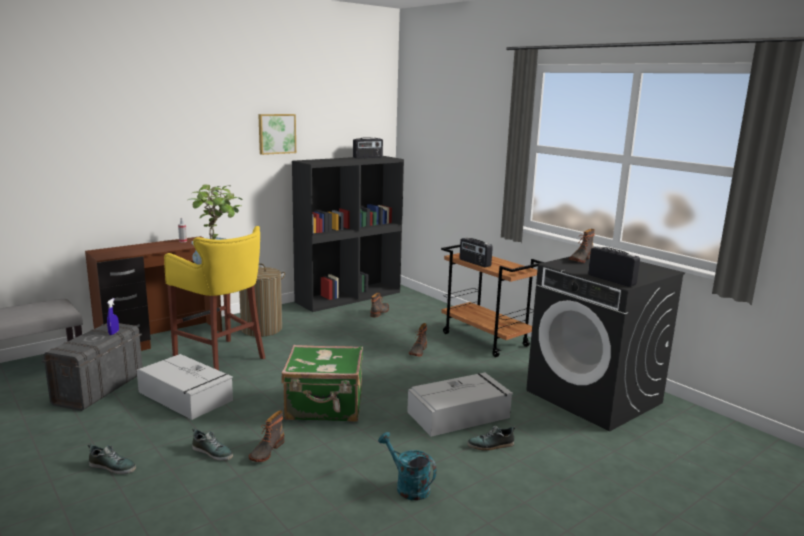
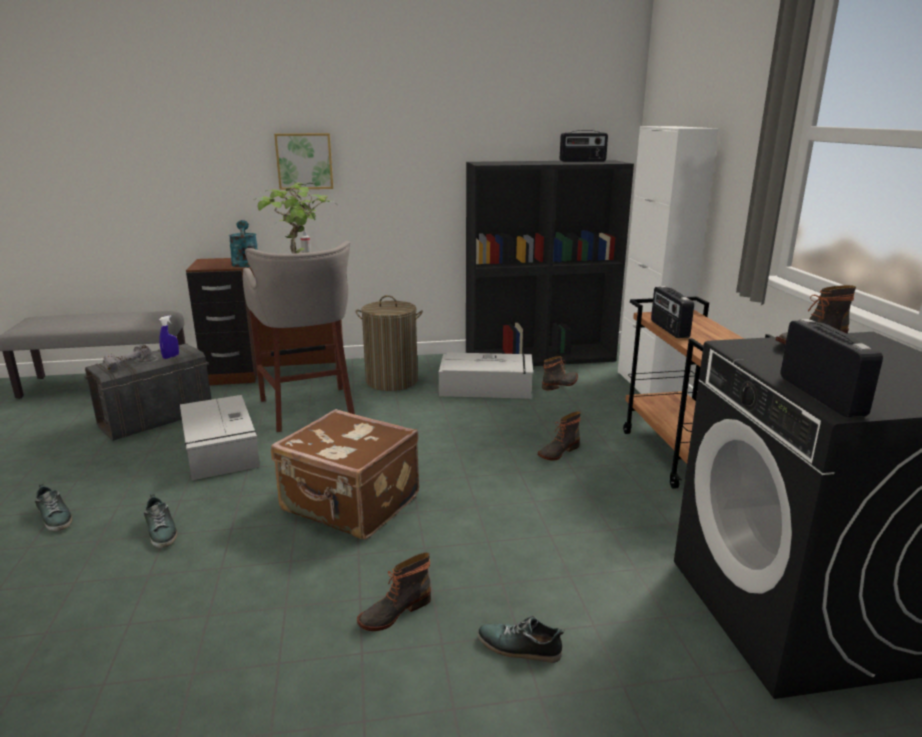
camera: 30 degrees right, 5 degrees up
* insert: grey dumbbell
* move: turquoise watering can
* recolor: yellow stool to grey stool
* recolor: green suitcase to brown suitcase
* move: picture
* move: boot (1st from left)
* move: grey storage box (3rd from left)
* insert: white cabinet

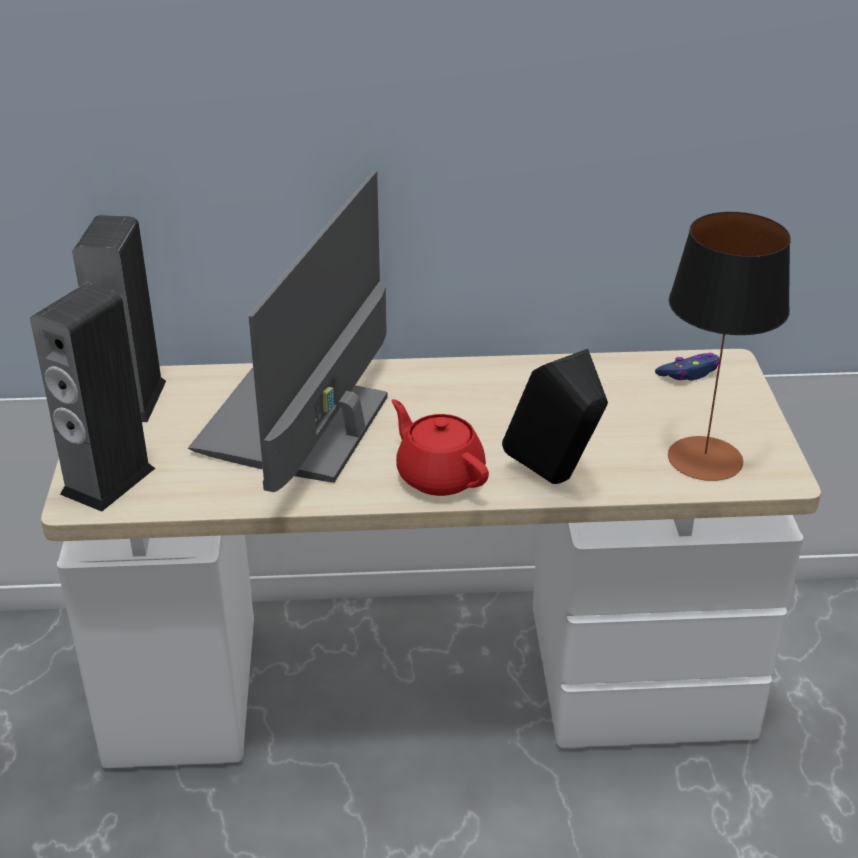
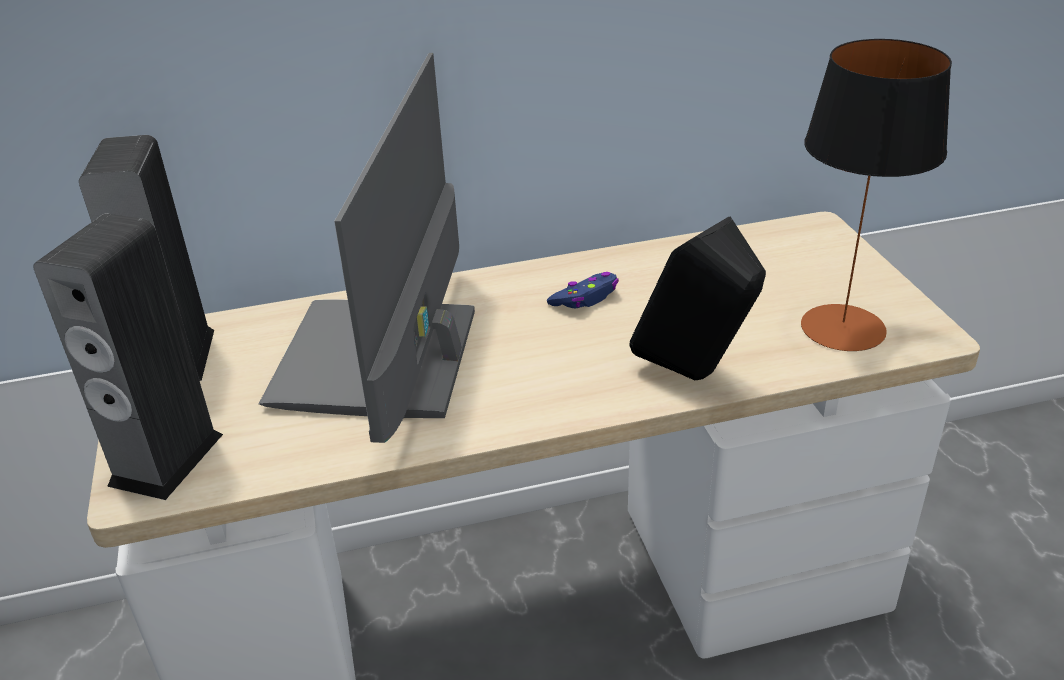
camera: 10 degrees left, 0 degrees up
* move: blue game controller
* delete: red teapot

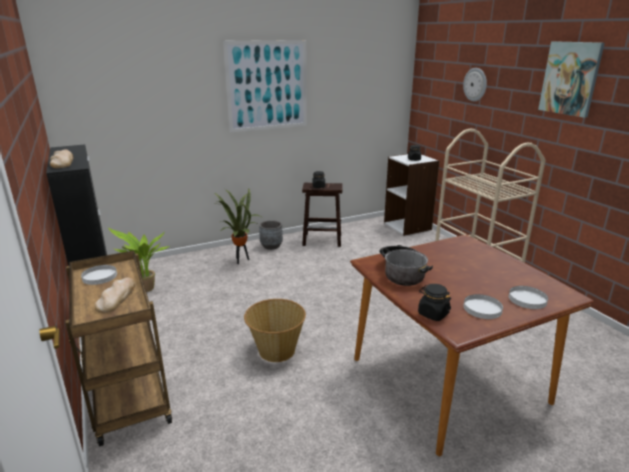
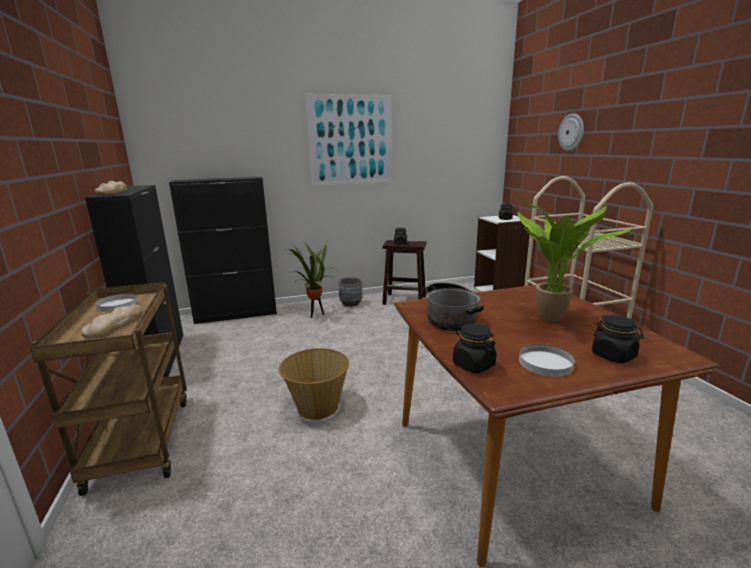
camera: 10 degrees right, 5 degrees down
* insert: black cabinet (2nd from left)
* move: potted plant (1st from left in the first image) to potted plant (2nd from left)
* replace: white plate (3rd from left) to black jar (4th from left)
* delete: picture (2nd from left)

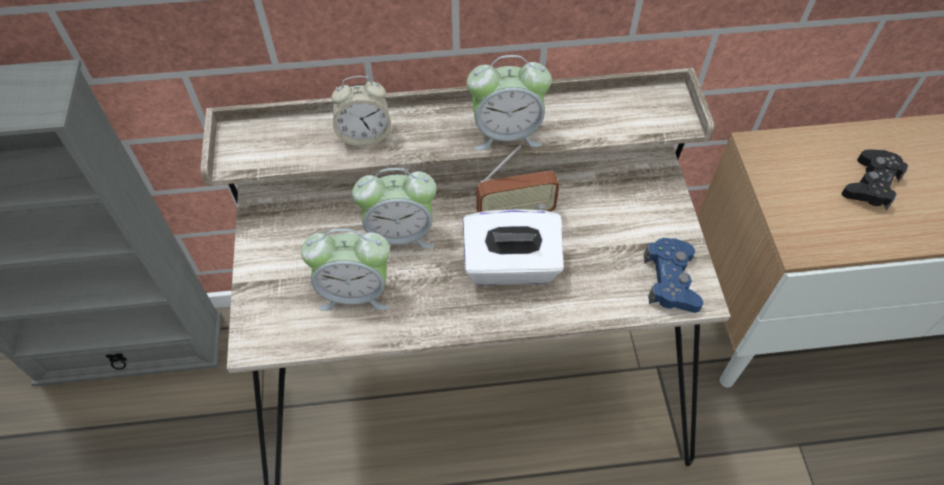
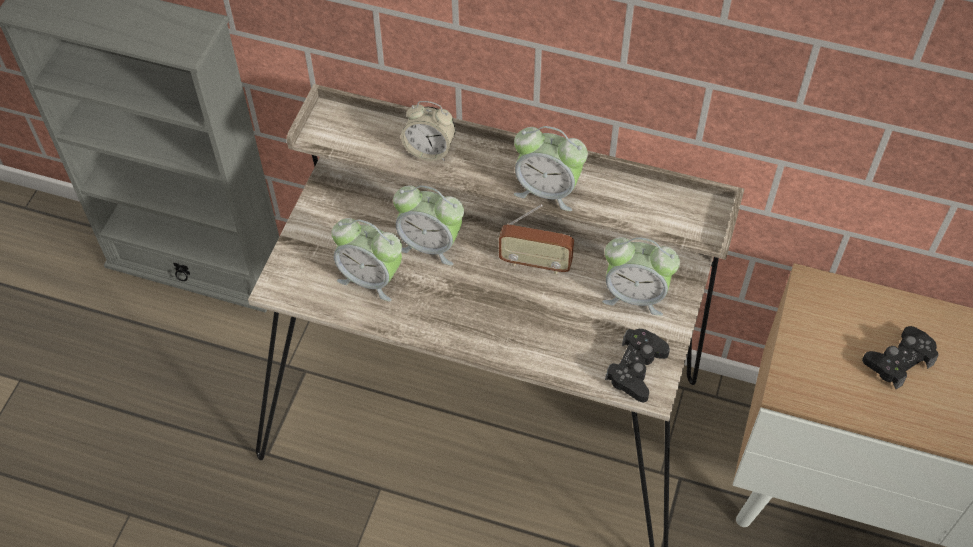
camera: 25 degrees right, 0 degrees up
* insert: alarm clock (5th from left)
* recolor: blue game controller to black game controller (1st from left)
* delete: white tissue box

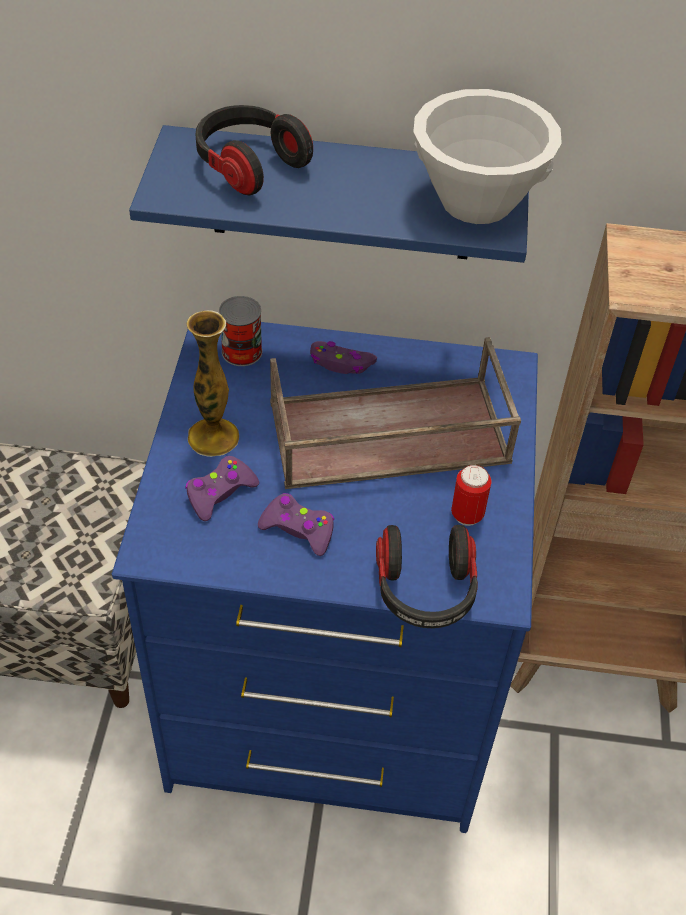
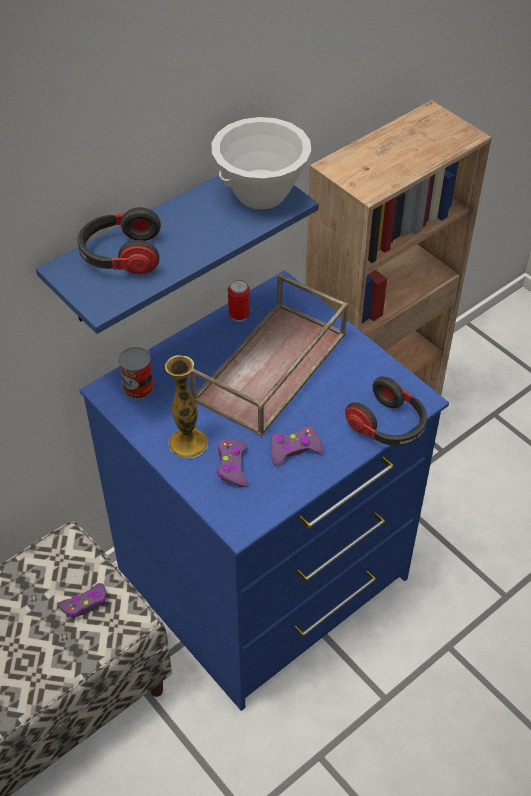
camera: 45 degrees left, 0 degrees up
* move: purple game controller (3rd from left in the first image) to purple game controller (1st from left)
* move: can (2nd from left)

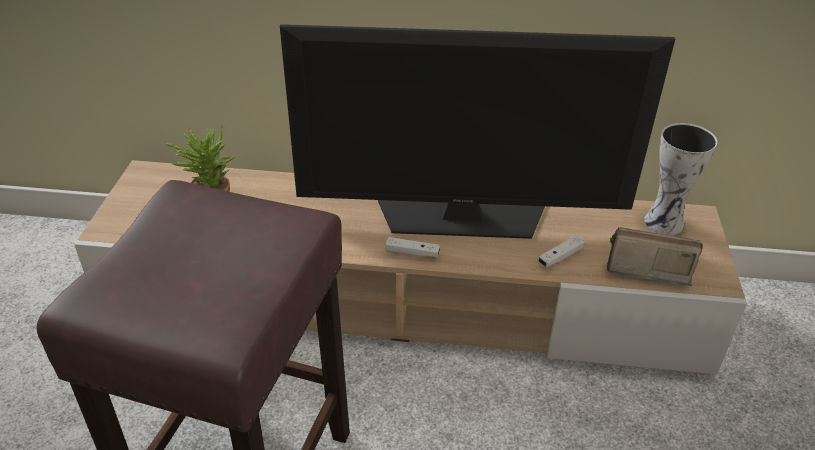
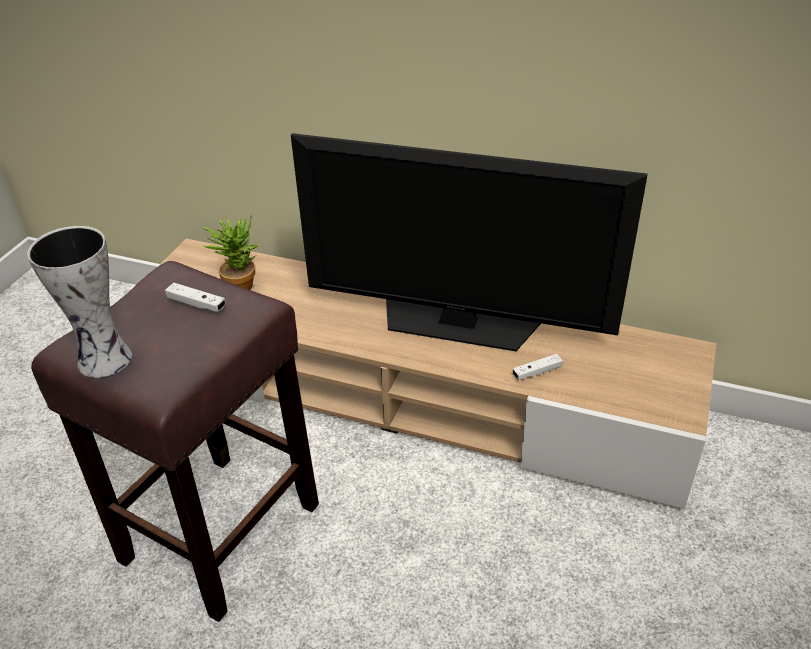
camera: 15 degrees right, 0 degrees up
* move: vase
* move: white game controller (1st from left)
* delete: radio

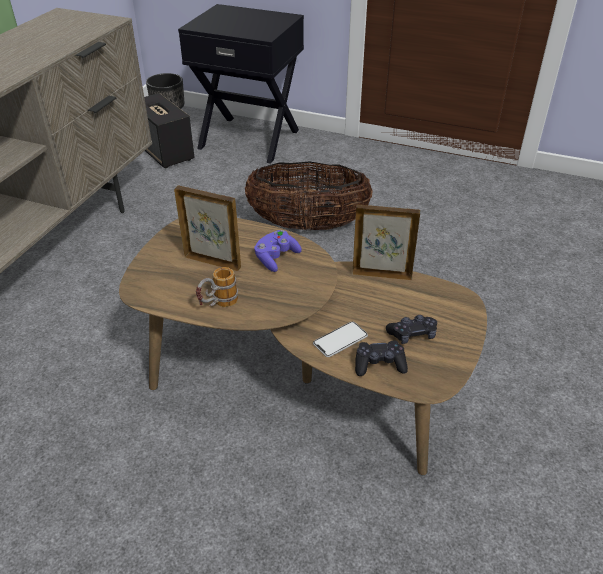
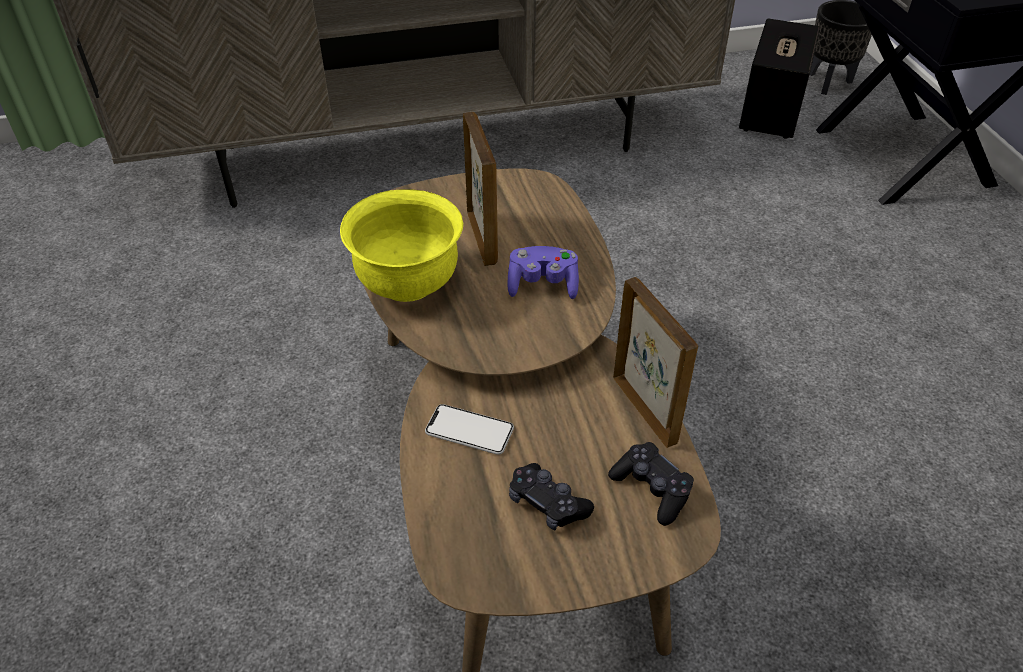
camera: 55 degrees right, 5 degrees up
* replace: mug to yellow bowl
* move: black game controller (1st from left in the first image) to black game controller (2nd from left)
* delete: basket

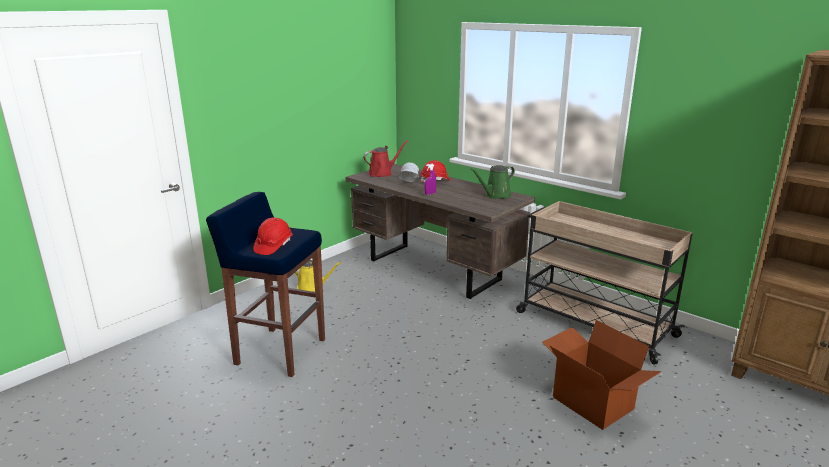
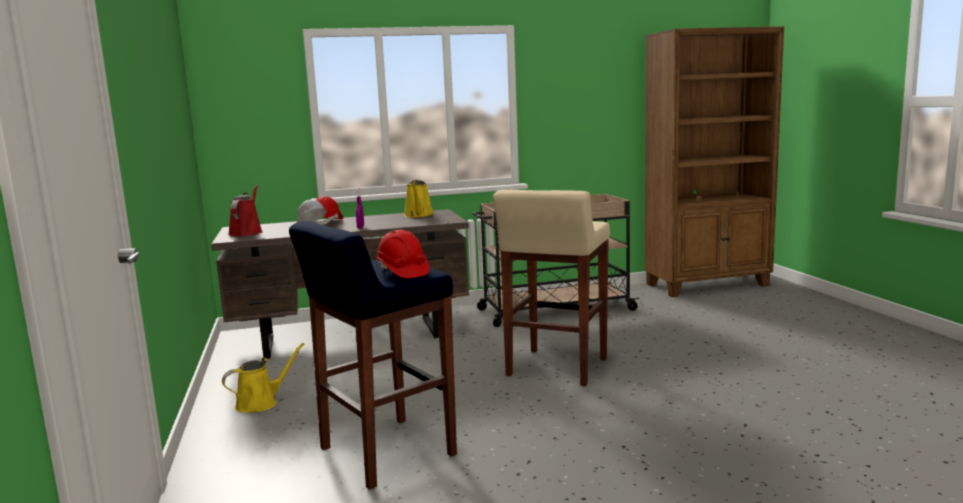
camera: 55 degrees left, 10 degrees down
* recolor: green watering can to yellow watering can (2nd from left)
* insert: beige stool
* delete: cardboard box

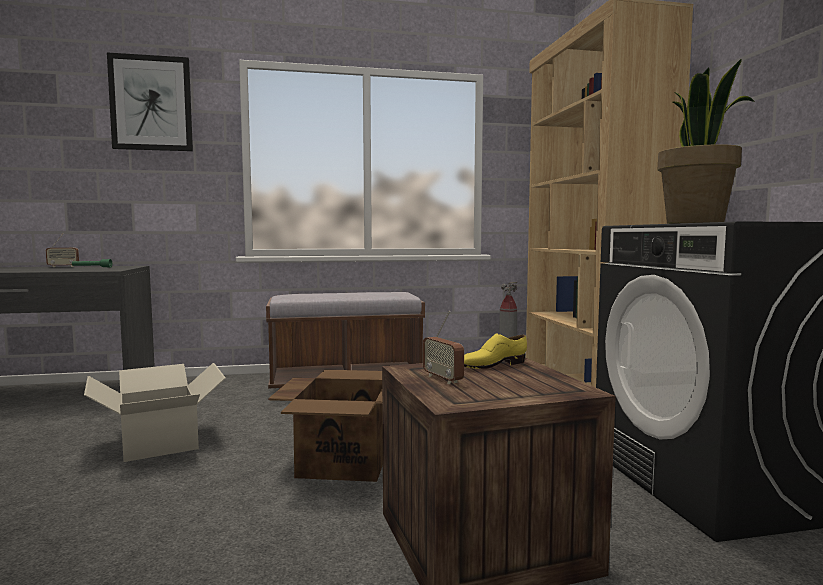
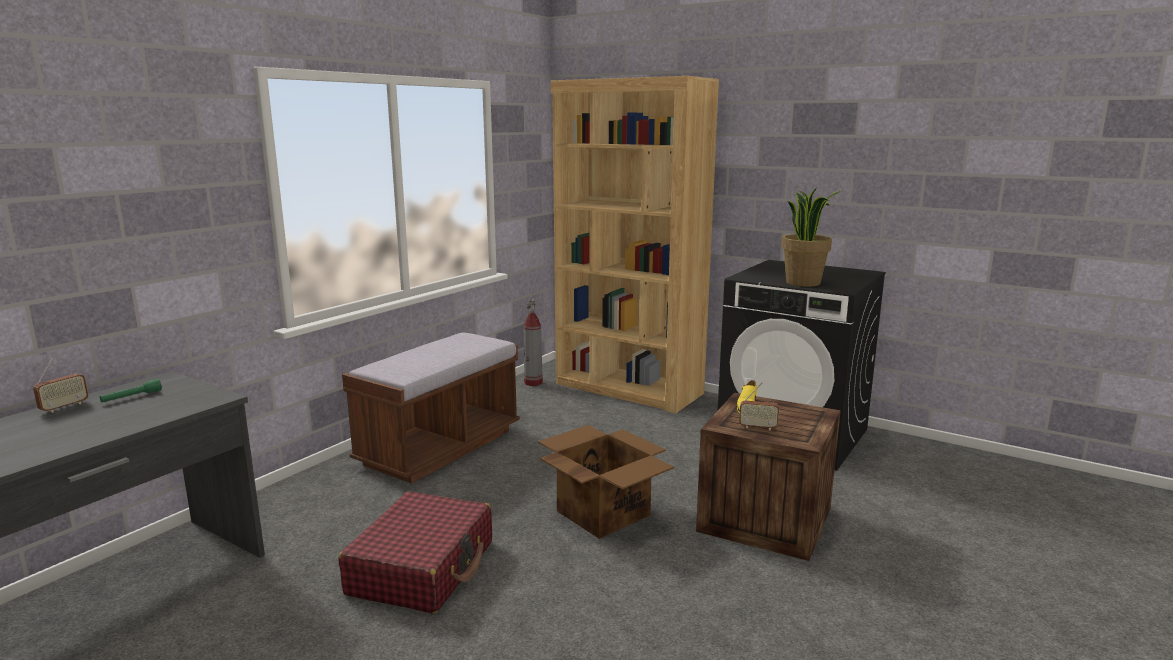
camera: 45 degrees left, 10 degrees up
* replace: cardboard box (1st from left) to red suitcase
* delete: picture

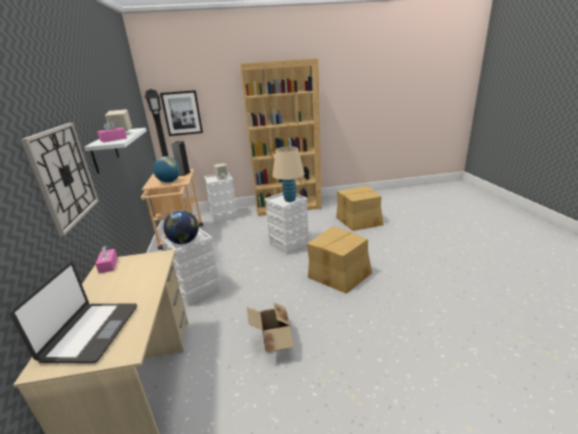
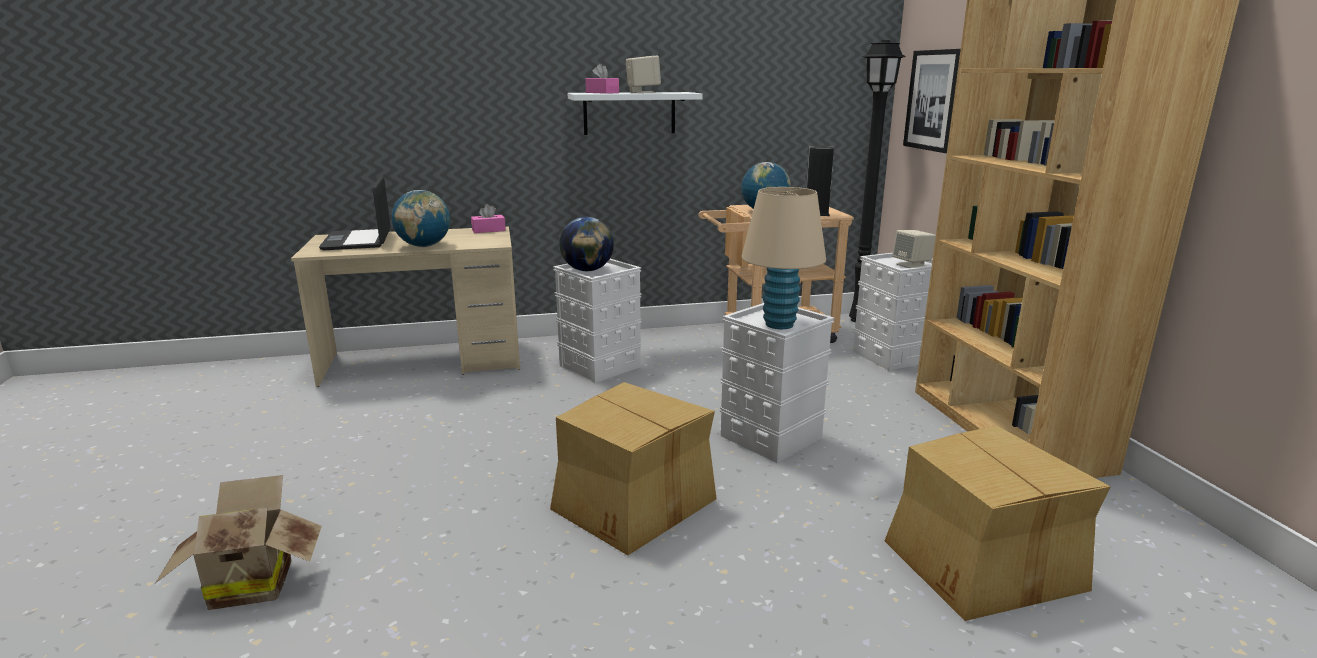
camera: 85 degrees right, 5 degrees down
* move: cardboard box (1st from left)
* rotate: laptop 75 degrees clockwise
* insert: globe (1st from left)
* delete: wall clock

